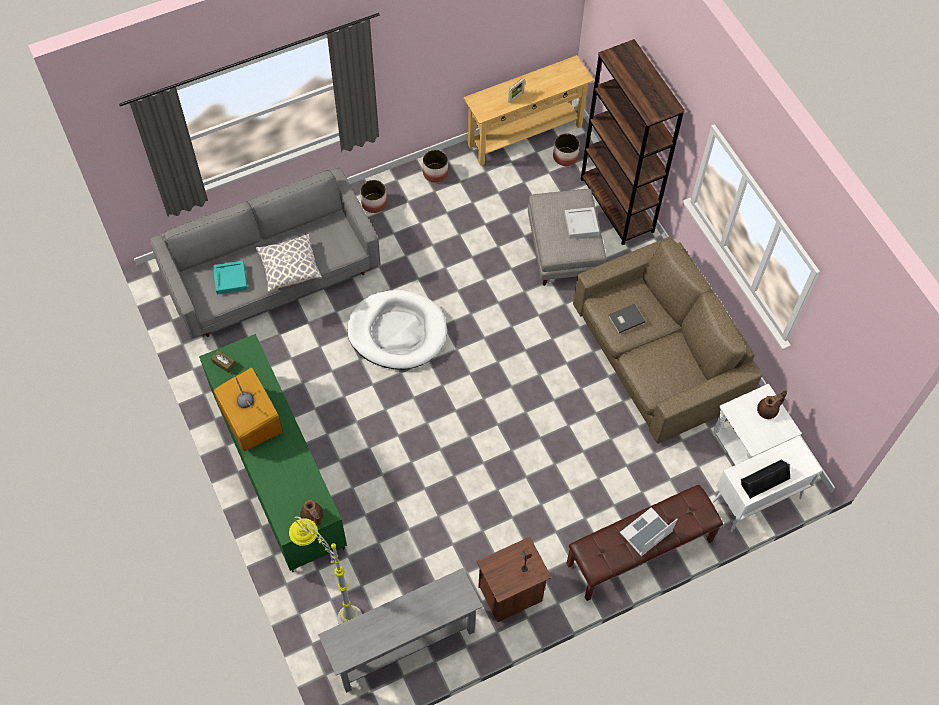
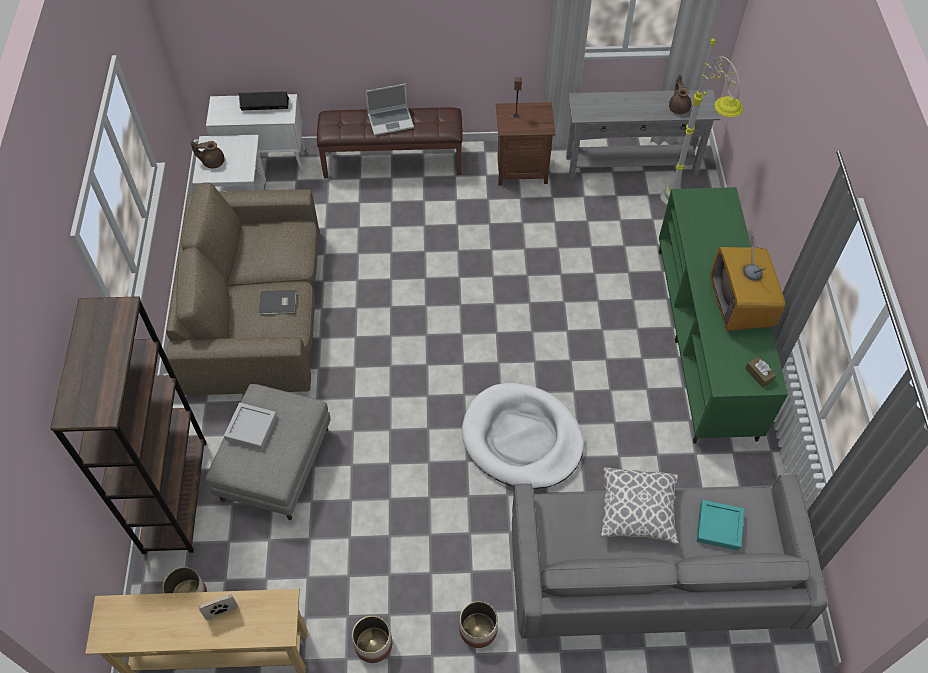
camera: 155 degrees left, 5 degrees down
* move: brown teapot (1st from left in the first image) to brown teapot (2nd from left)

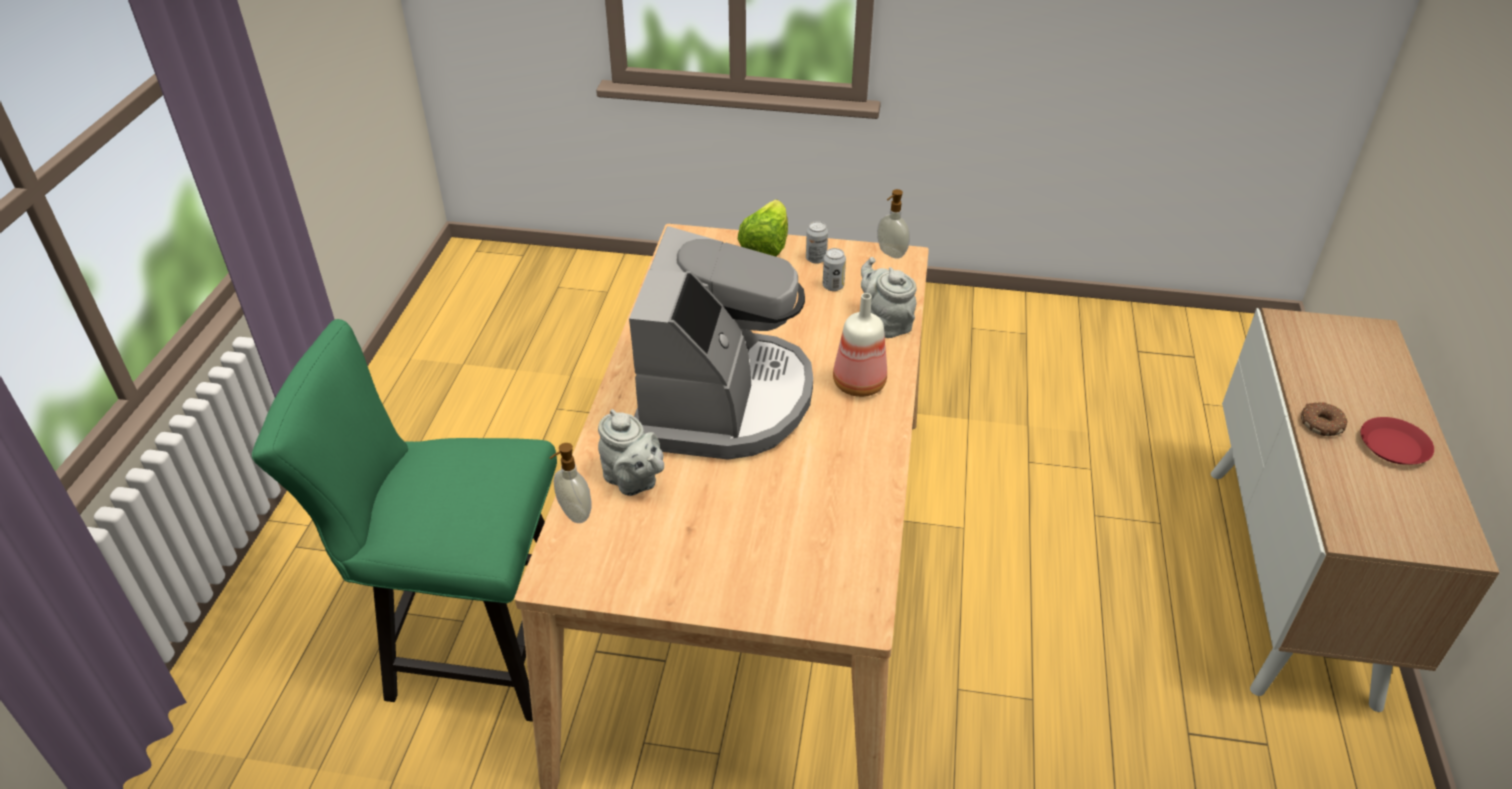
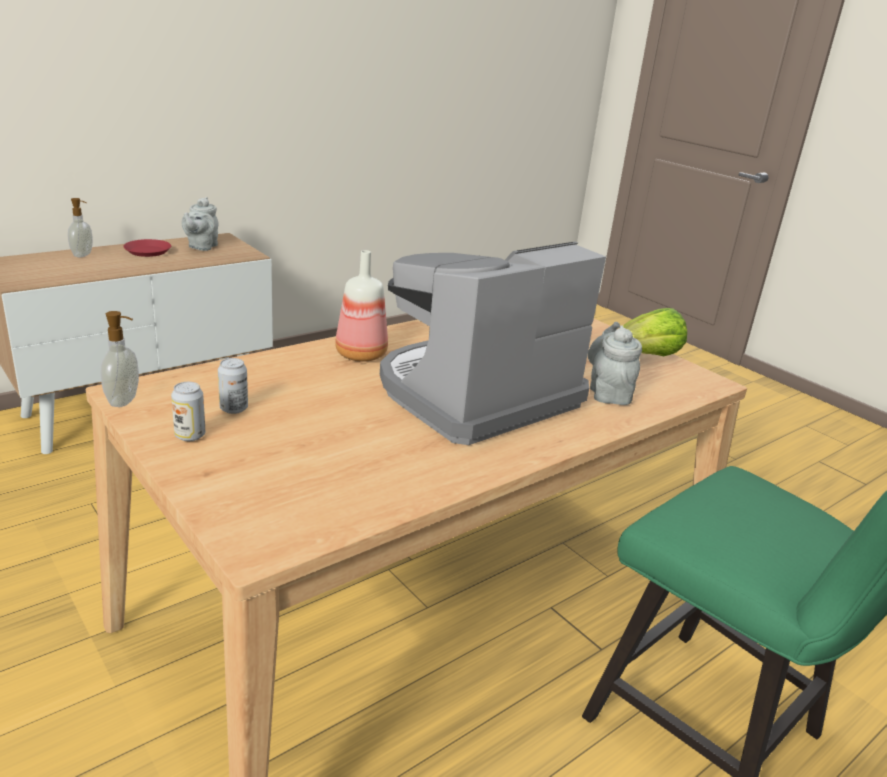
camera: 140 degrees left, 15 degrees down
* move: soap dispenser (1st from left)
* move: grey teapot (2nd from left in the first image) to grey teapot (1st from left)
* move: lettuce
* delete: donut

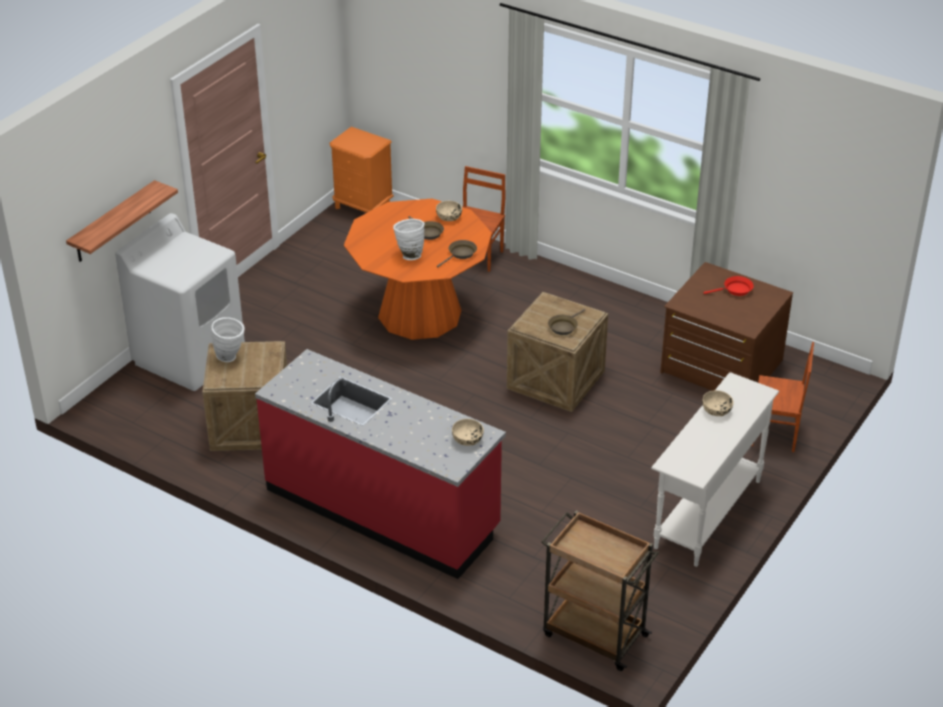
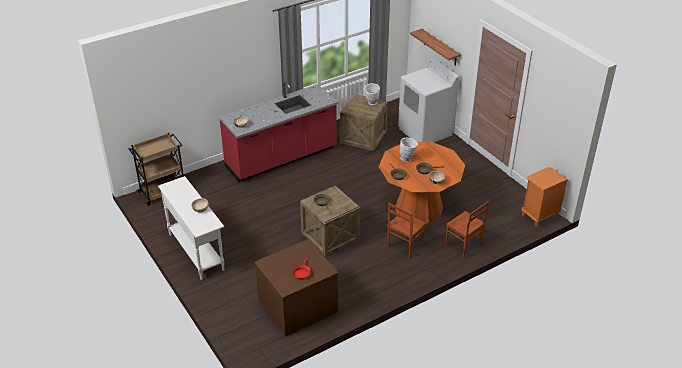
camera: 115 degrees right, 0 degrees up
* move: brown chair (2nd from left in the first image) to brown chair (1st from left)

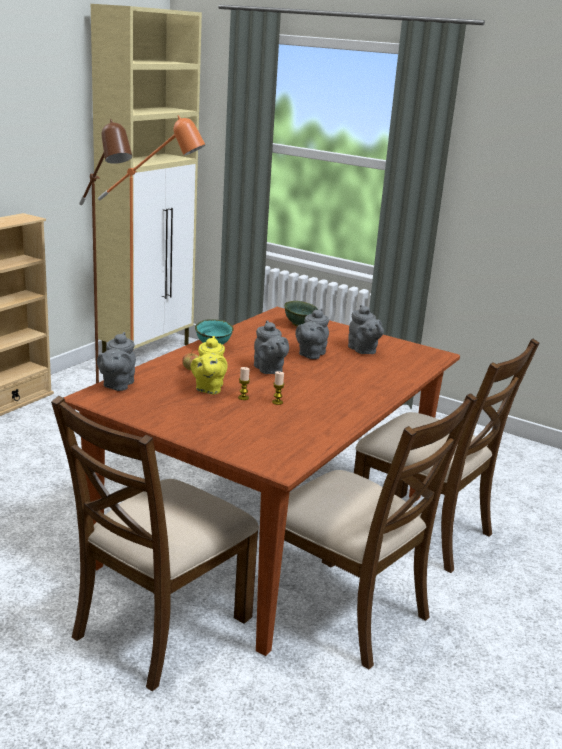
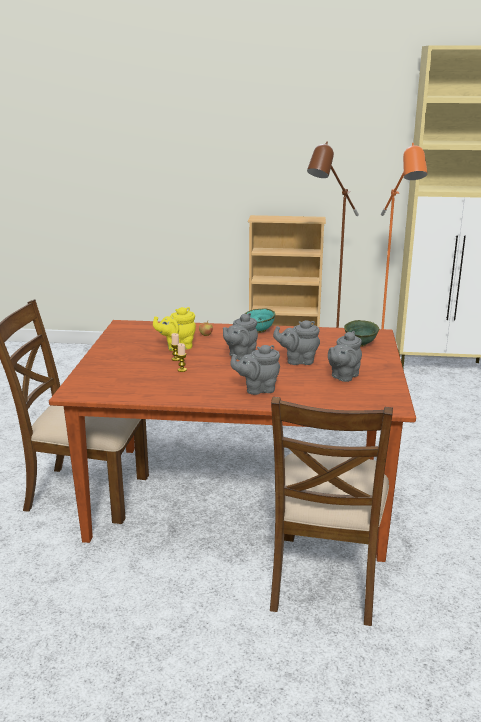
camera: 65 degrees right, 0 degrees up
* move: grey teapot (1st from left in the first image) to grey teapot (2nd from left)
* delete: brown chair (2nd from left)

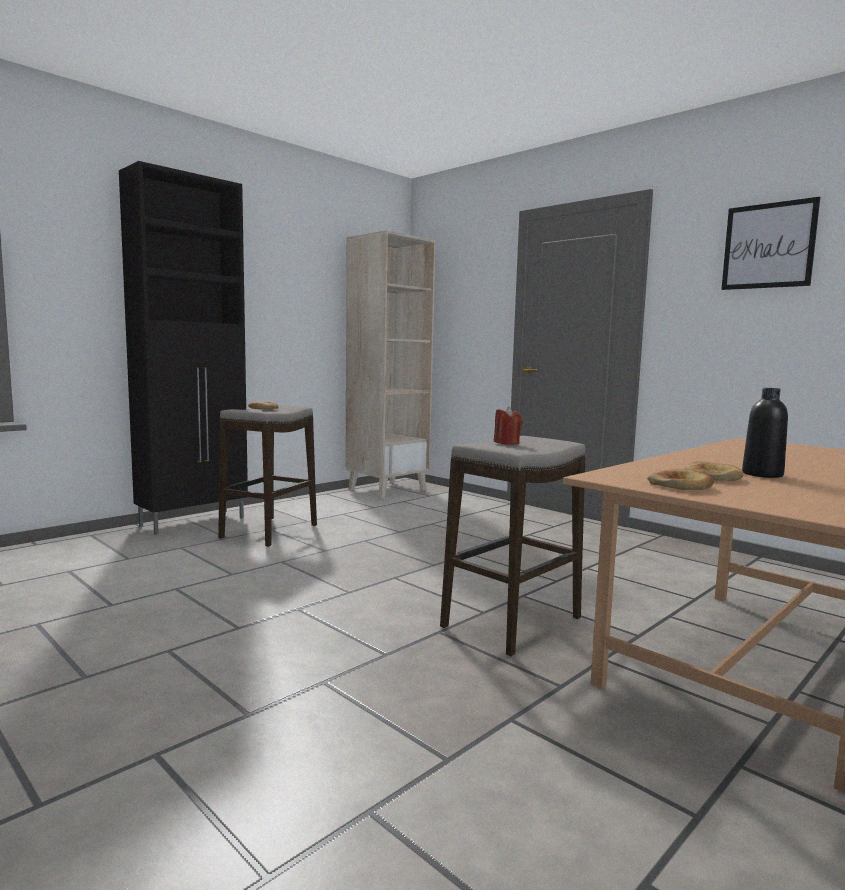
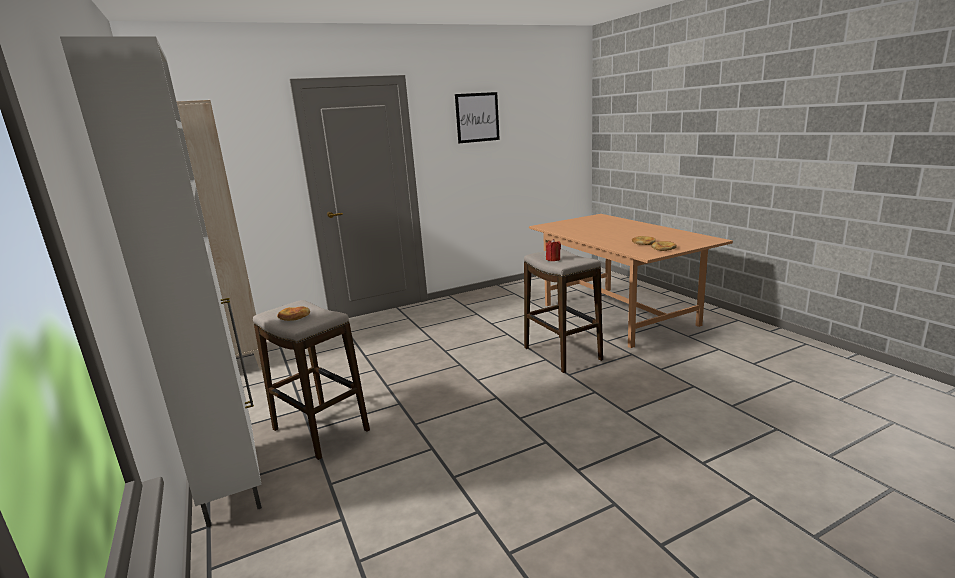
camera: 70 degrees left, 10 degrees up
* recolor: black cabinet to white cabinet
* delete: black bottle

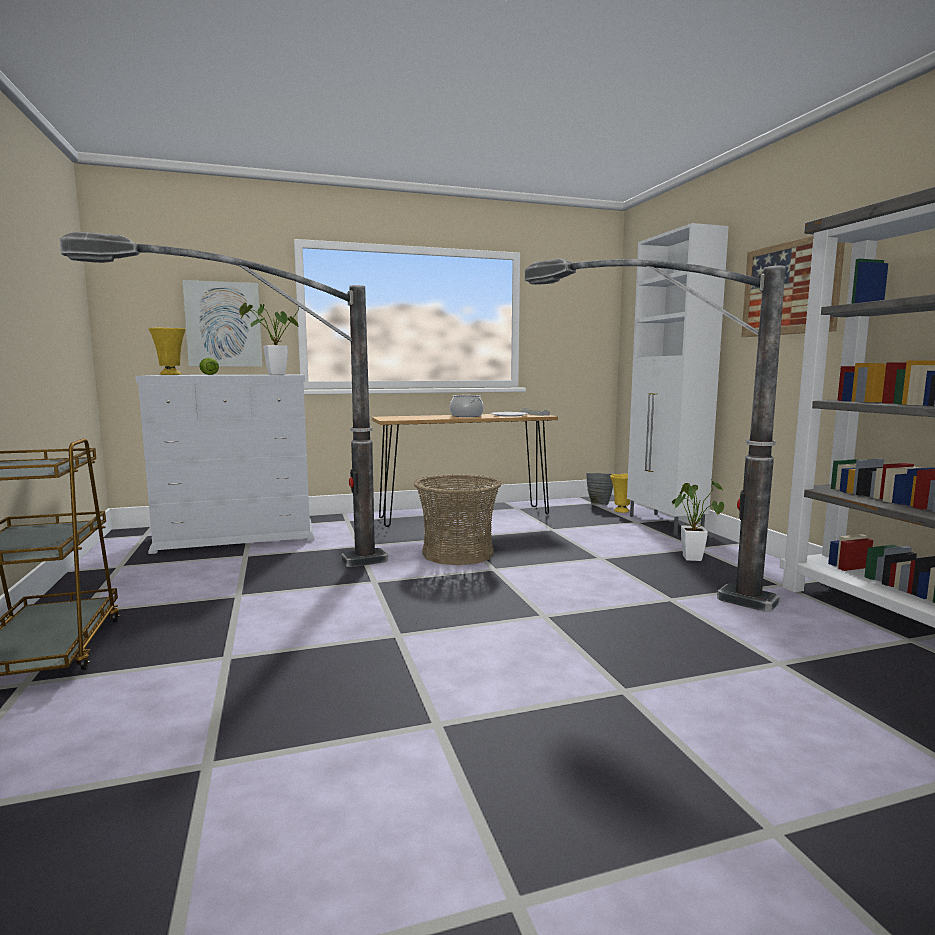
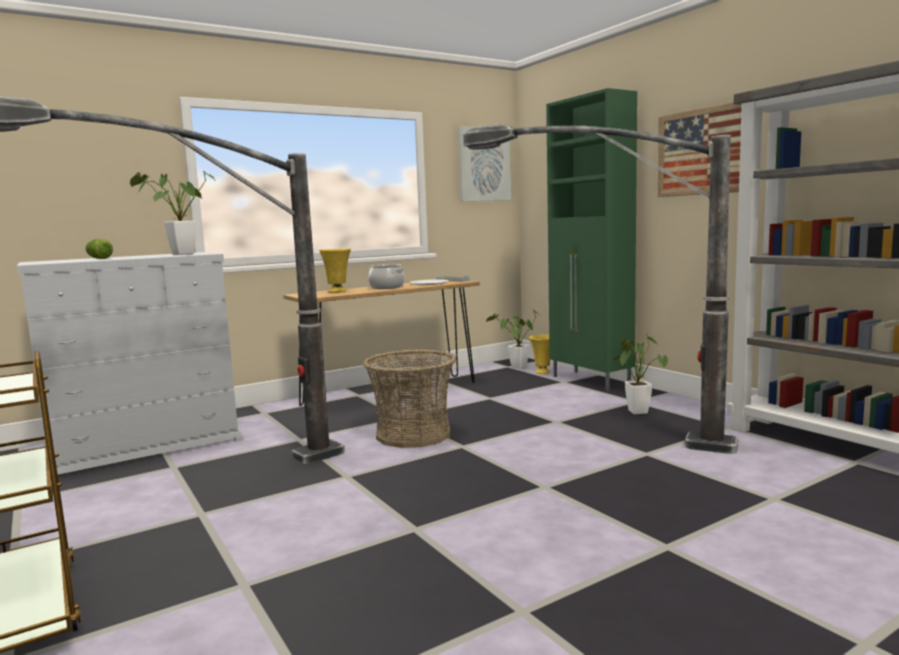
camera: 15 degrees left, 0 degrees up
* move: yellow vase (1st from left)
* move: picture (1st from left)
* replace: grey vase to potted plant (2nd from left)
* recolor: white cabinet to green cabinet

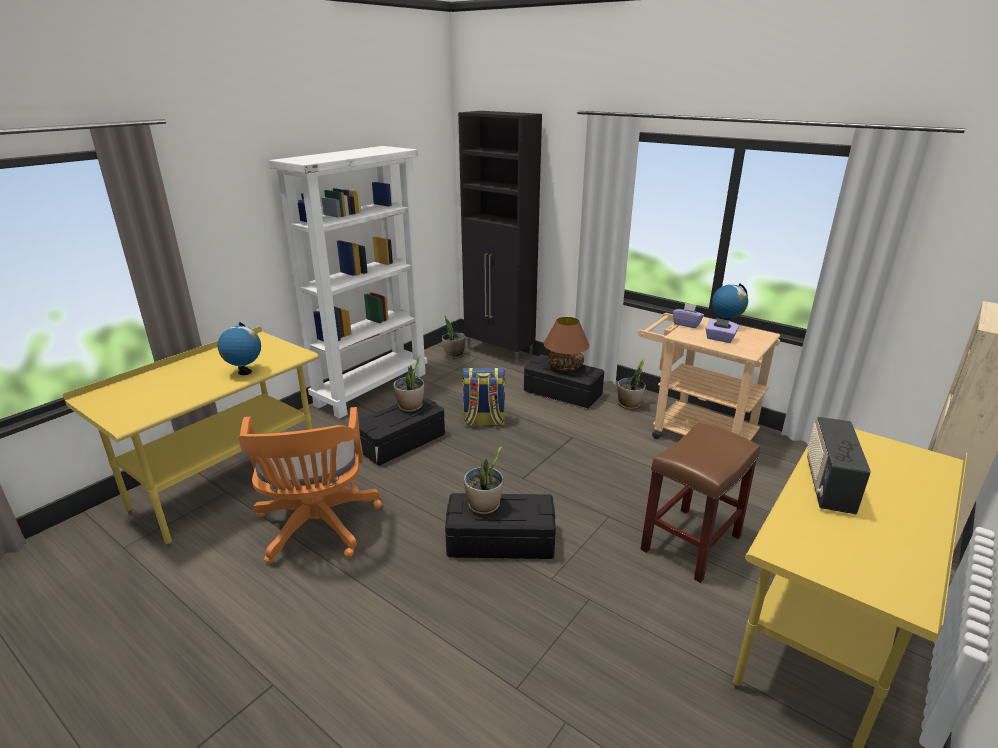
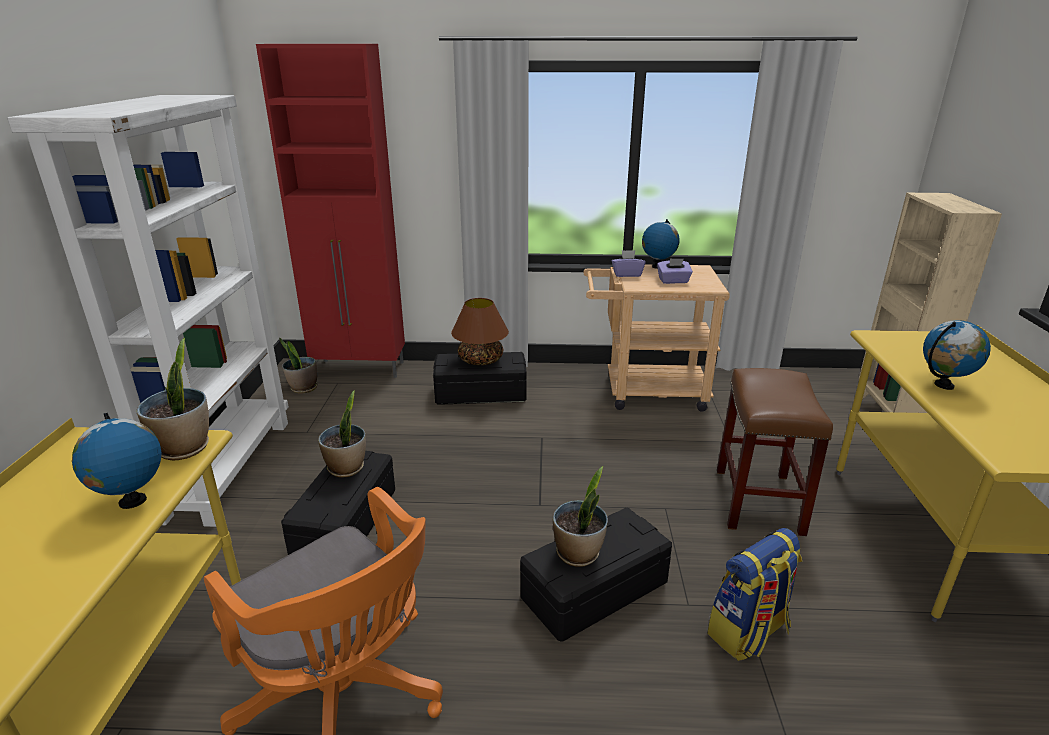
camera: 35 degrees left, 0 degrees up
* move: potted plant (4th from left in the first image) to potted plant (1st from left)
* recolor: black cabinet to red cabinet
* move: backpack
* replace: radio to globe (3rd from left)

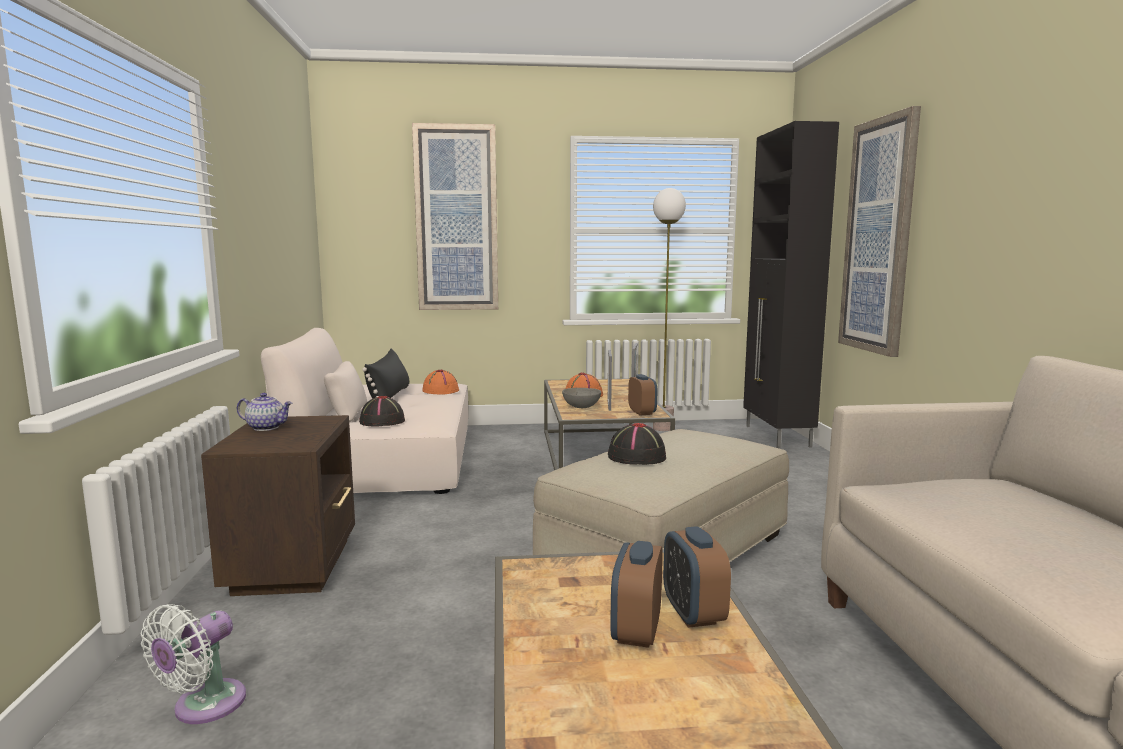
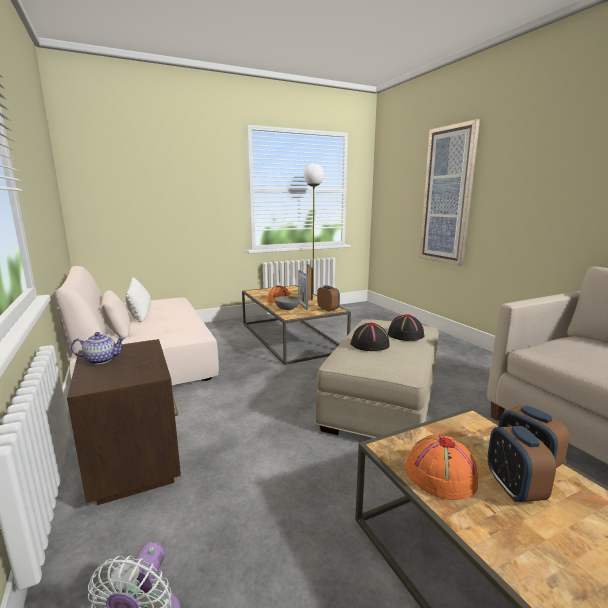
camera: 20 degrees left, 5 degrees up
* recolor: black pillow to white pillow
* move: black hat (1st from left in the first image) to black hat (2nd from left)
* move: orange hat (1st from left in the first image) to orange hat (2nd from left)
* delete: picture (1st from left)
* delete: black cabinet

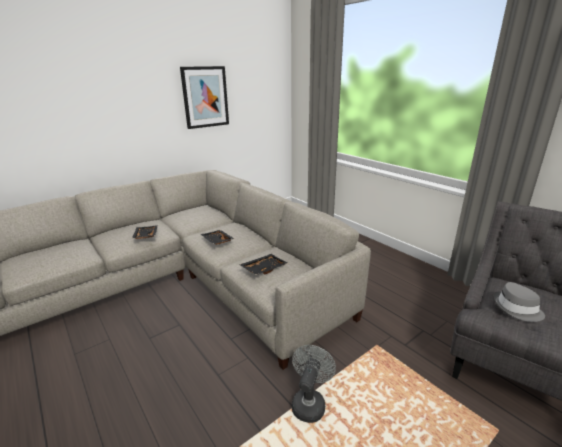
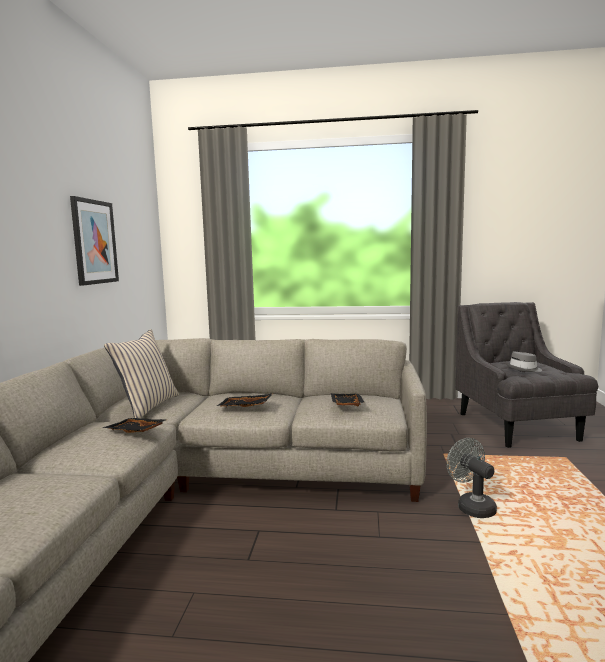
camera: 45 degrees left, 15 degrees down
* insert: beige pillow

